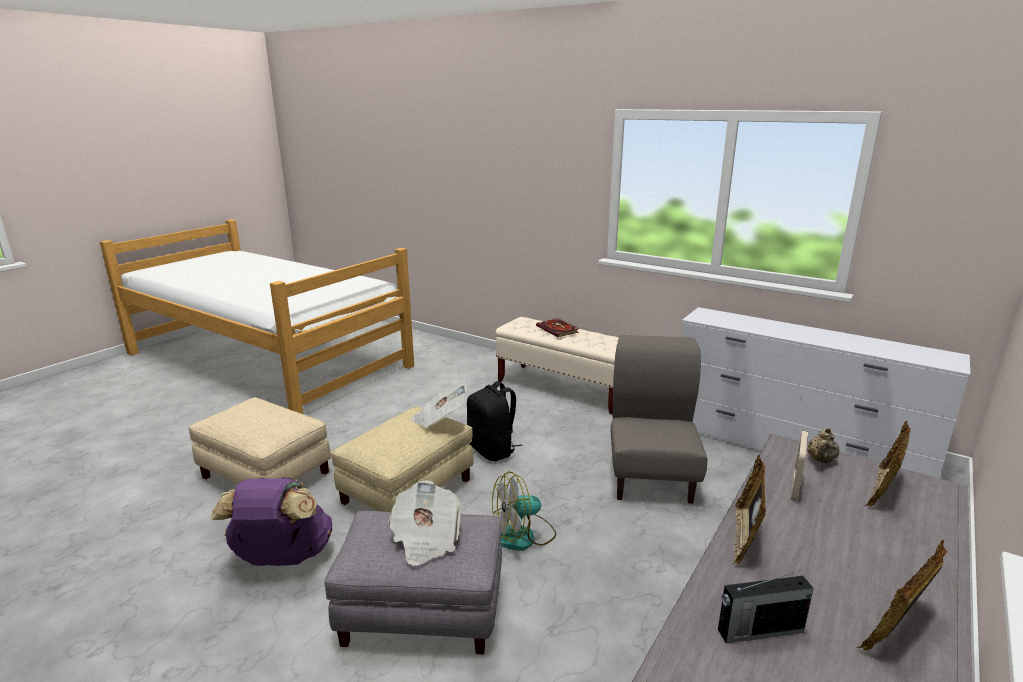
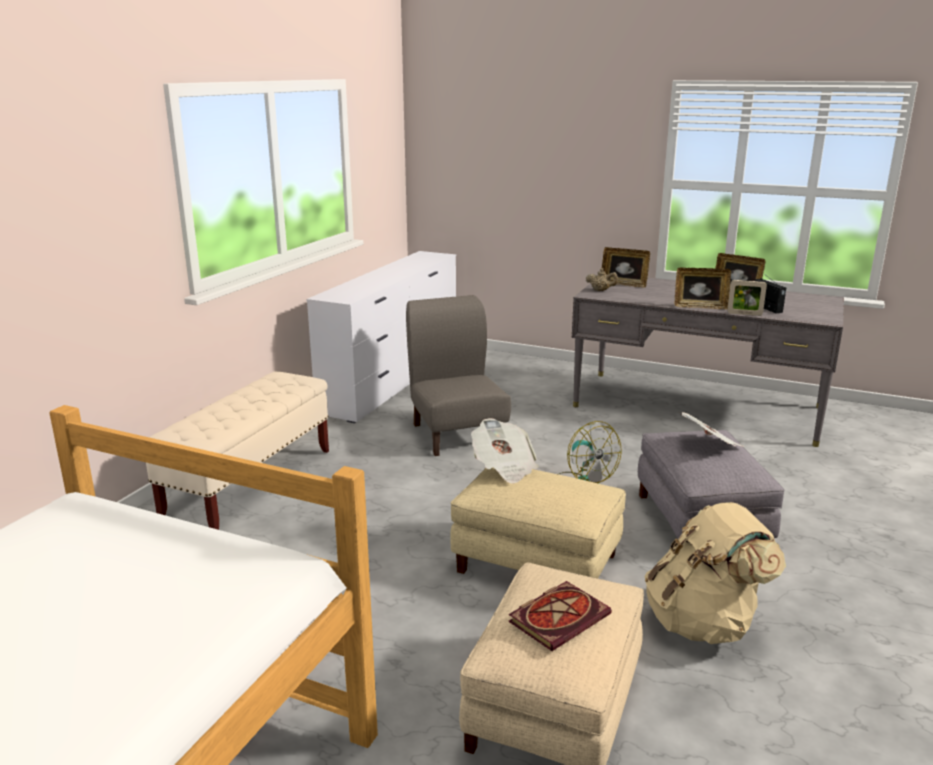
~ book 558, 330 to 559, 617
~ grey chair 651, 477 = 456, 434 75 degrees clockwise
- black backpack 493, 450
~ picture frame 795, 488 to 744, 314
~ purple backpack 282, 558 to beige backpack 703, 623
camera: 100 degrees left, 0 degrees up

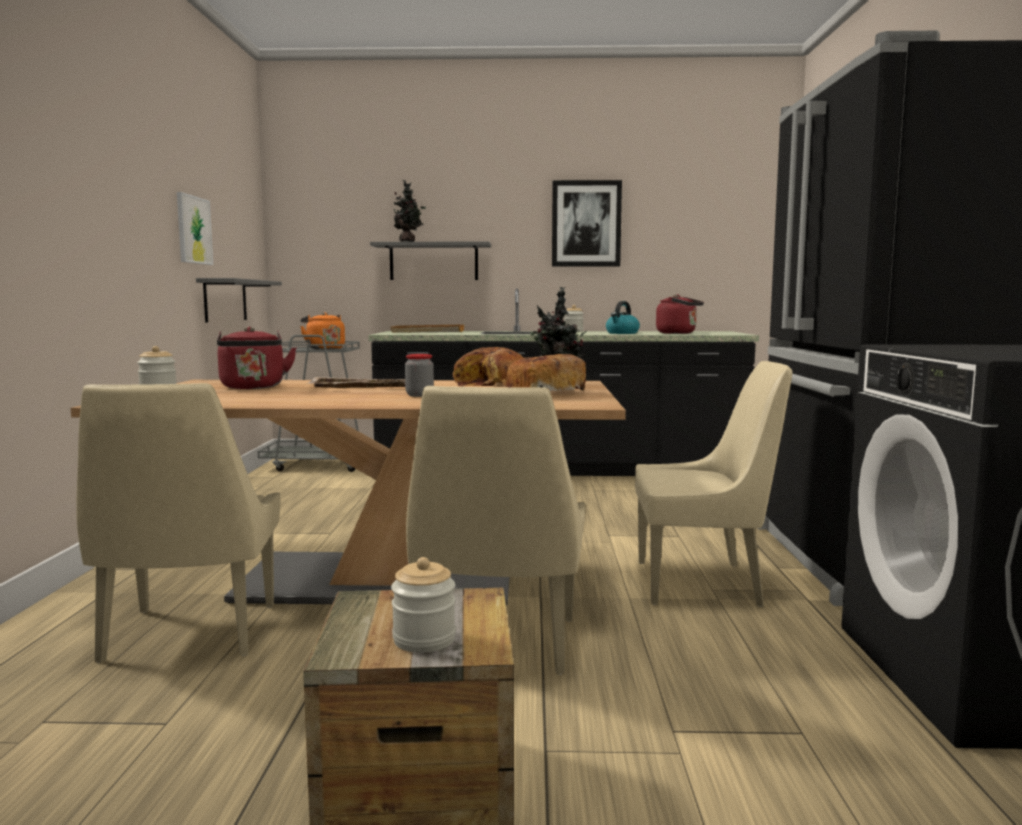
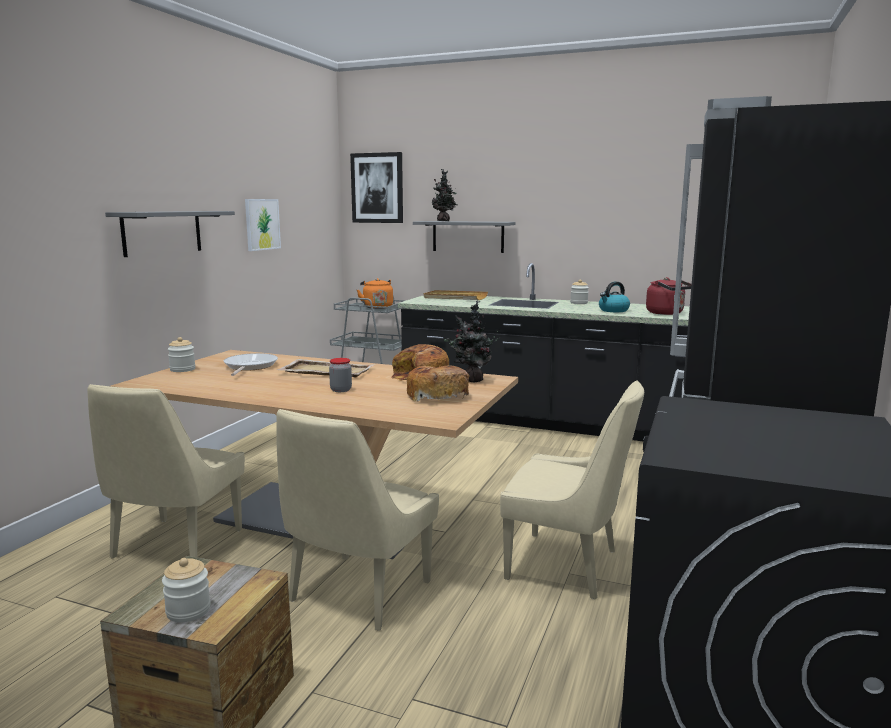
~ picture 586, 224 to 377, 188
~ grey shelf 225, 300 to 162, 232
~ red kettle 253, 387 to frying pan 249, 367
camera: 20 degrees right, 5 degrees up

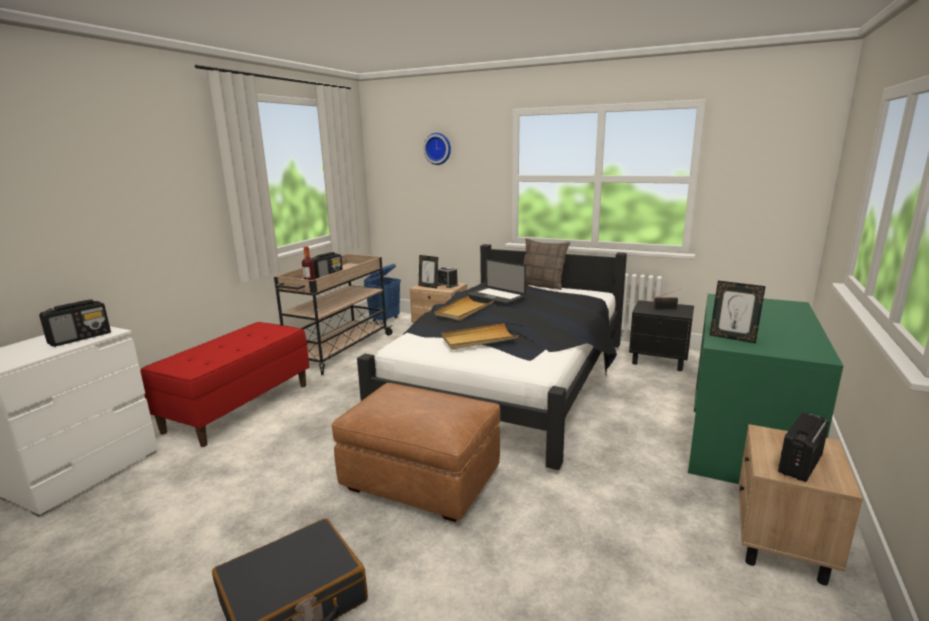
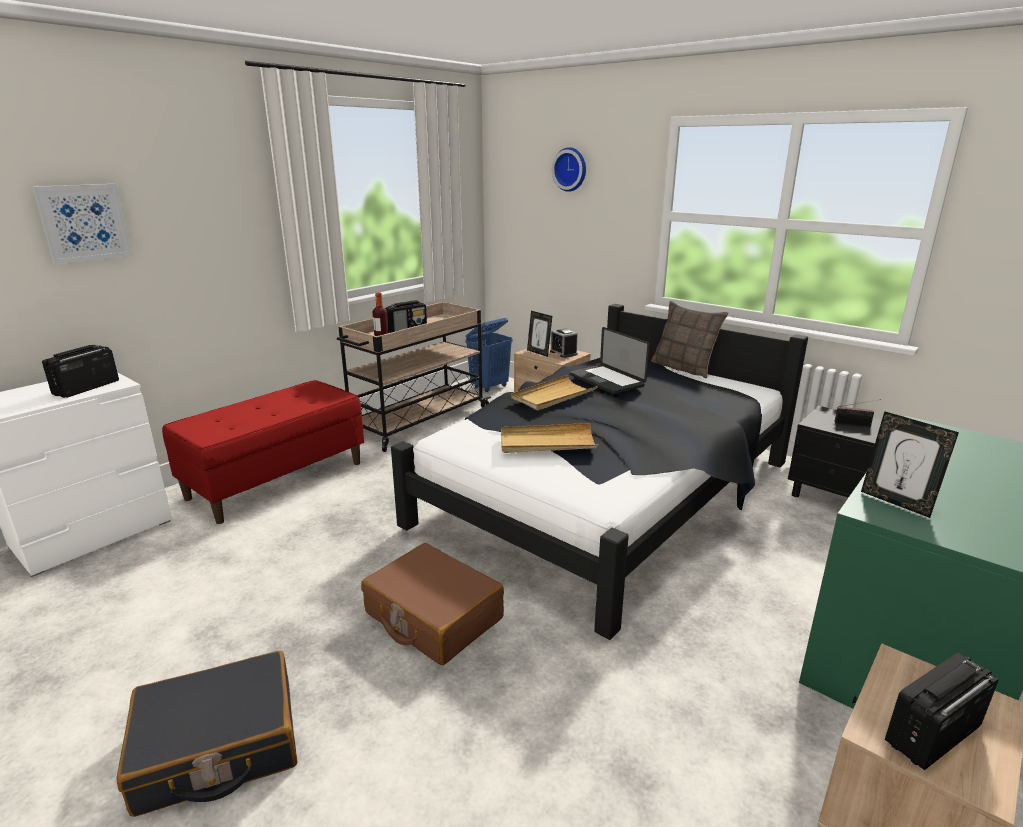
~ radio 80, 338 = 86, 388 150 degrees clockwise
~ brown ottoman 421, 480 to brown suitcase 433, 616
+ picture 84, 222
camera: 15 degrees right, 5 degrees up

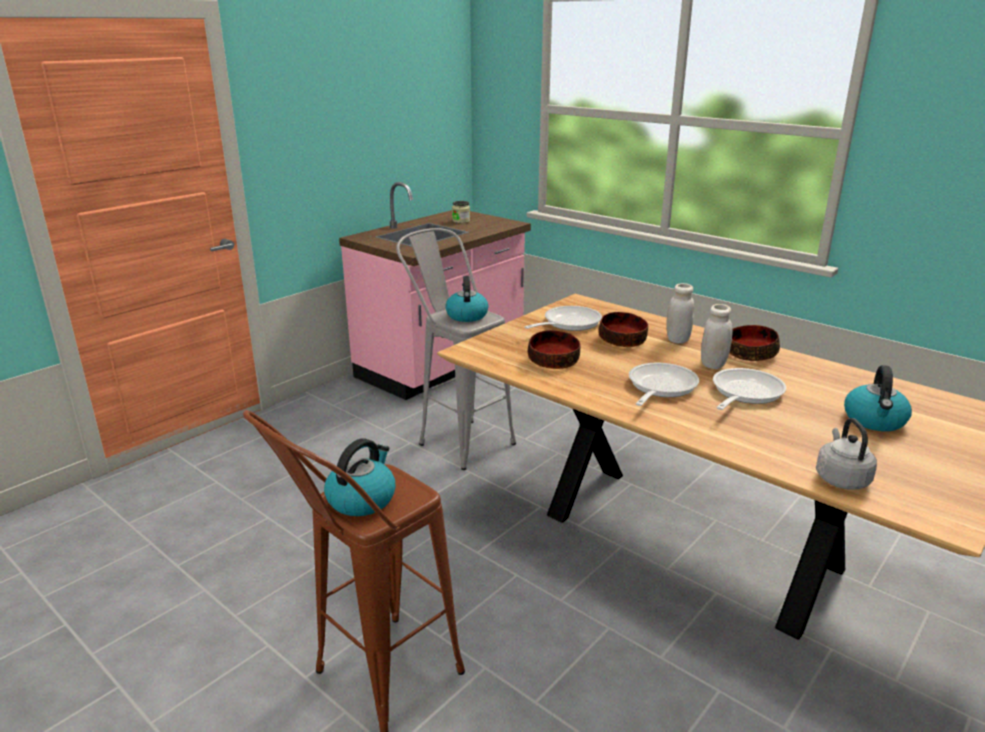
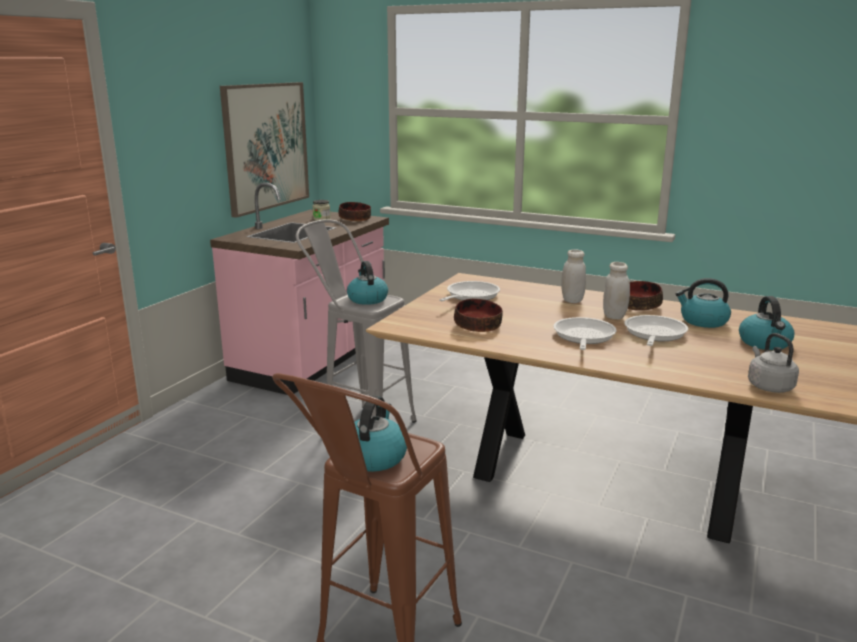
~ bowl 621, 340 to 354, 219
+ picture 266, 146
+ kettle 703, 321
camera: 15 degrees left, 5 degrees down

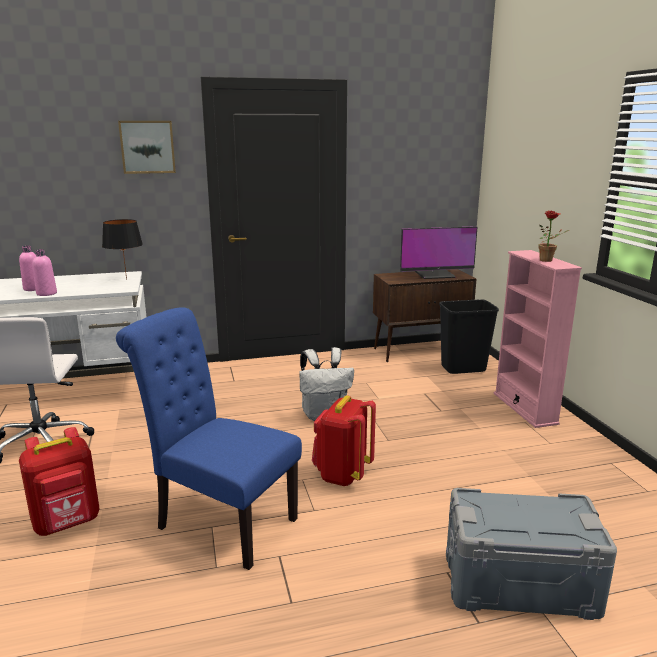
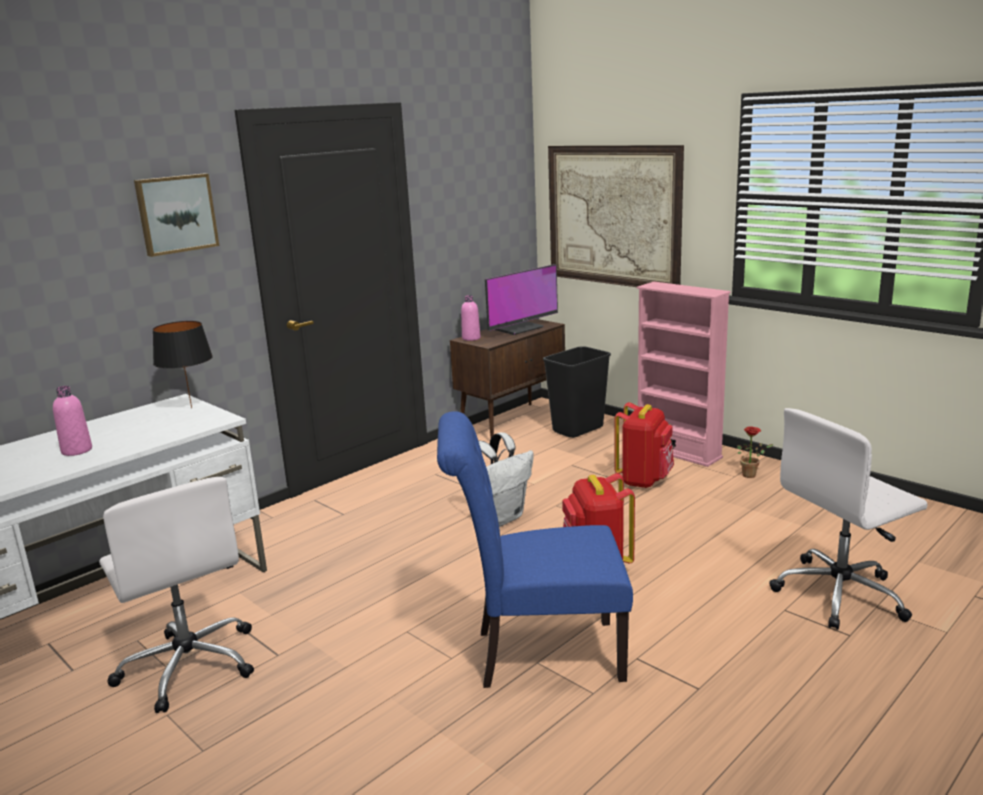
~ potted plant 548, 260 to 751, 475
~ pink bottle 46, 293 to 471, 338
~ red backpack 67, 523 to 644, 480
~ grey storage box 519, 582 to white office chair 841, 594
+ picture 612, 216
camera: 30 degrees left, 0 degrees up

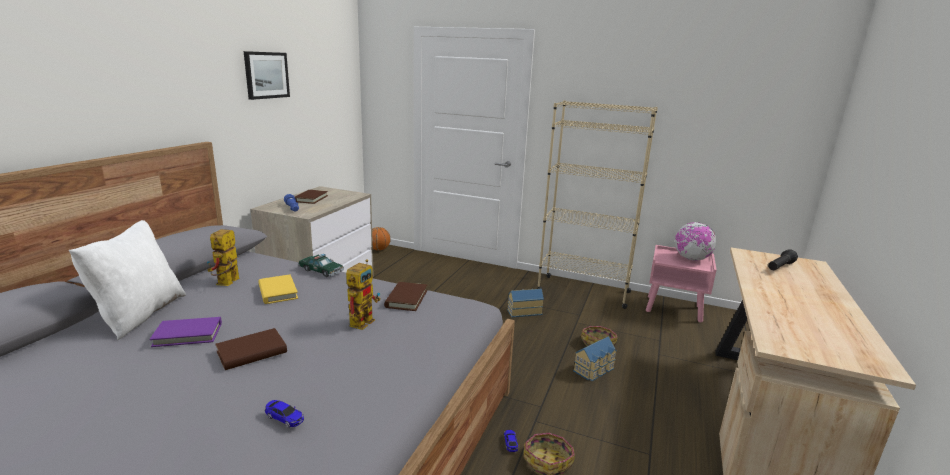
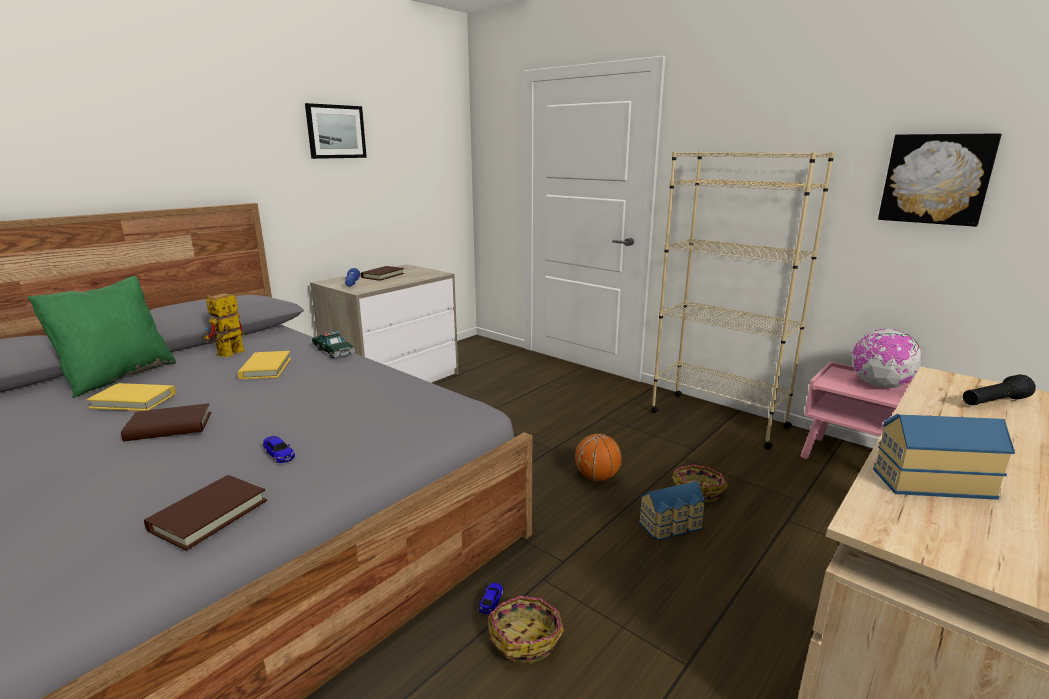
~ white pillow 139, 315 to green pillow 117, 376
~ basketball 379, 249 to 597, 477
- toy robot 363, 320
~ brown book 406, 299 to 209, 515
~ toy house 523, 311 to 928, 480
~ purple book 188, 334 to yellow book 134, 400
~ toy car 285, 418 to 279, 454
+ picture 936, 179
camera: 20 degrees right, 0 degrees up

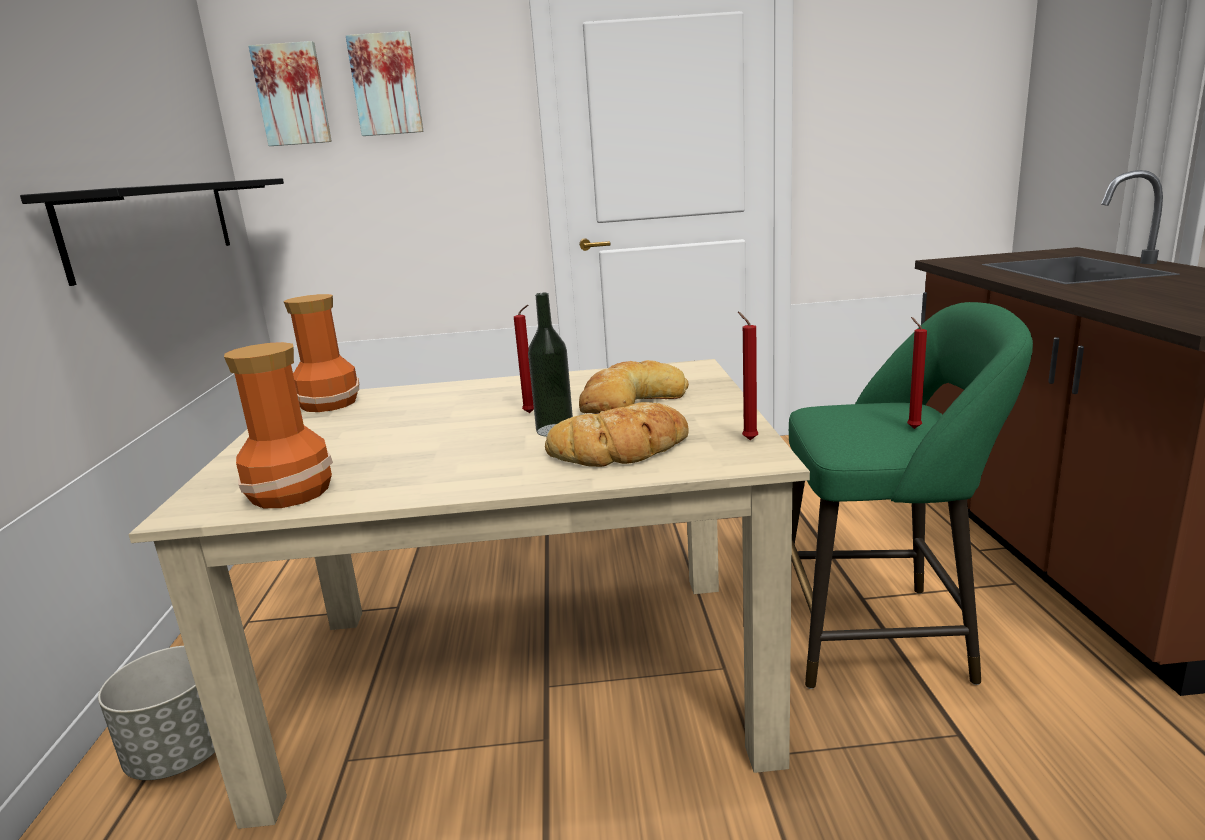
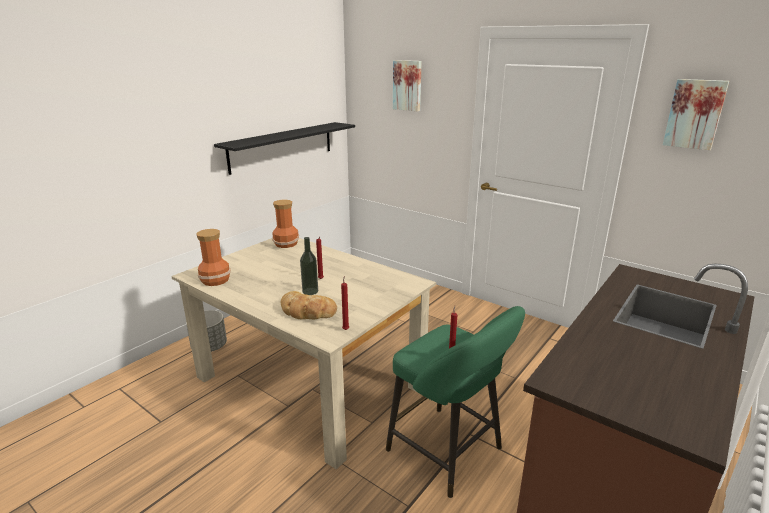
~ picture 292, 95 to 694, 114
- bread 629, 401
camera: 40 degrees right, 5 degrees up

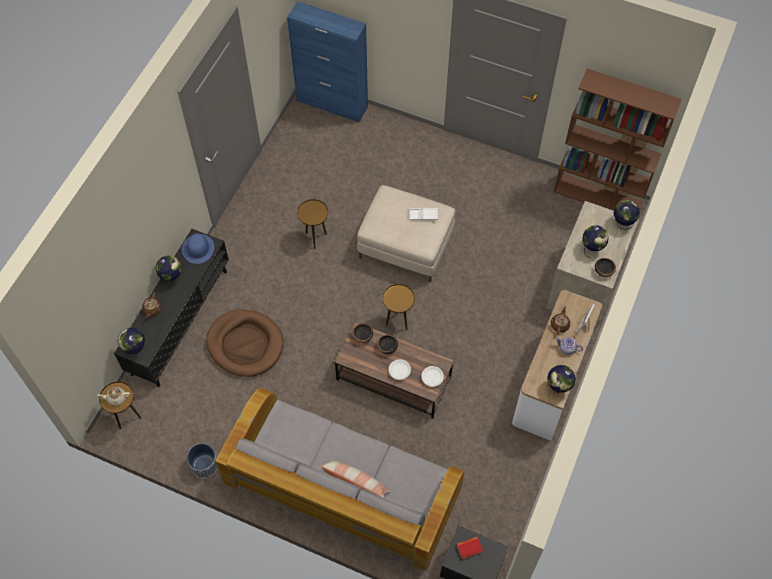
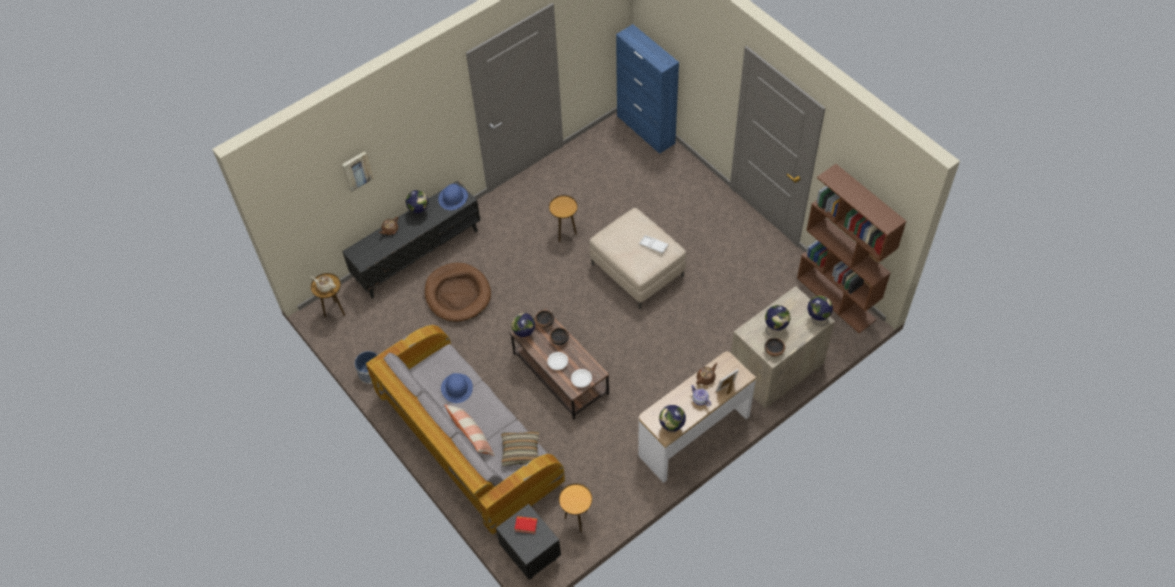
~ brown side table 398, 321 to 577, 520
~ globe 135, 350 to 524, 335
+ picture 356, 170
+ blue hat 456, 388
+ pillow 520, 451
camera: 30 degrees right, 5 degrees down

